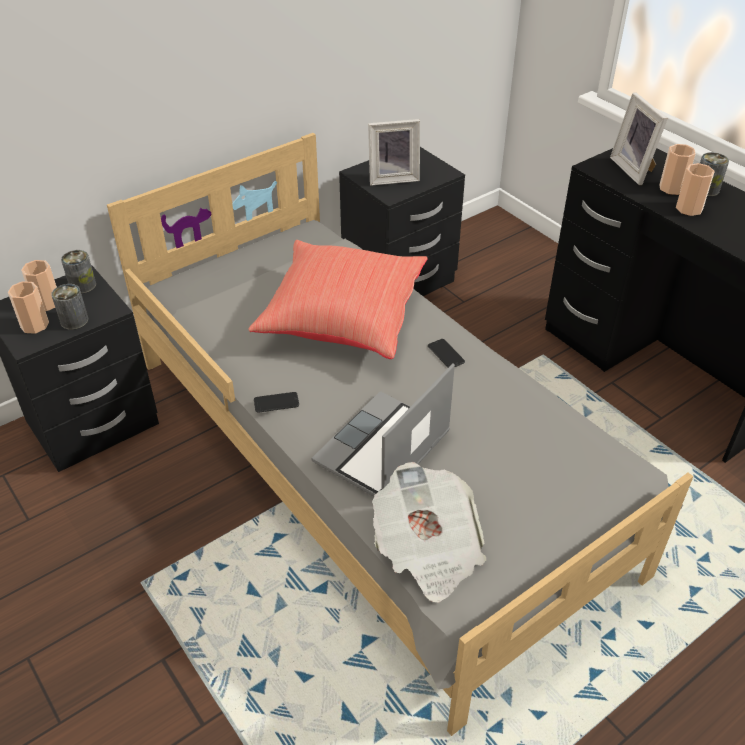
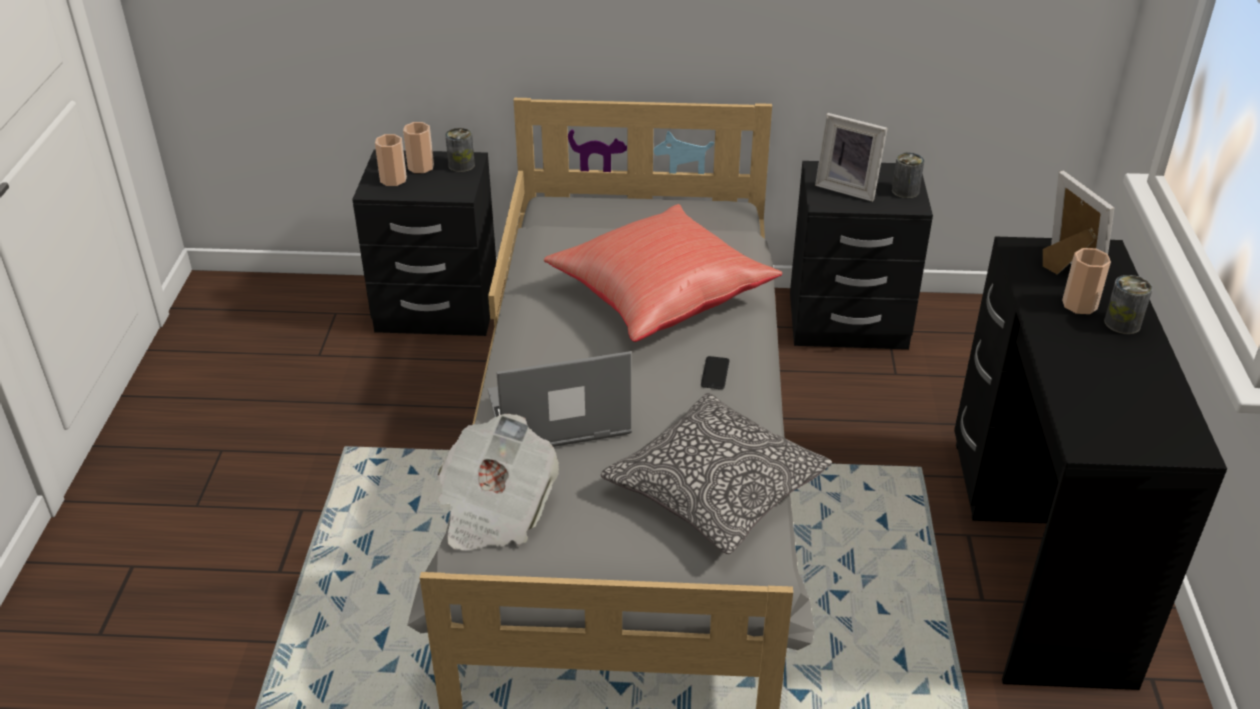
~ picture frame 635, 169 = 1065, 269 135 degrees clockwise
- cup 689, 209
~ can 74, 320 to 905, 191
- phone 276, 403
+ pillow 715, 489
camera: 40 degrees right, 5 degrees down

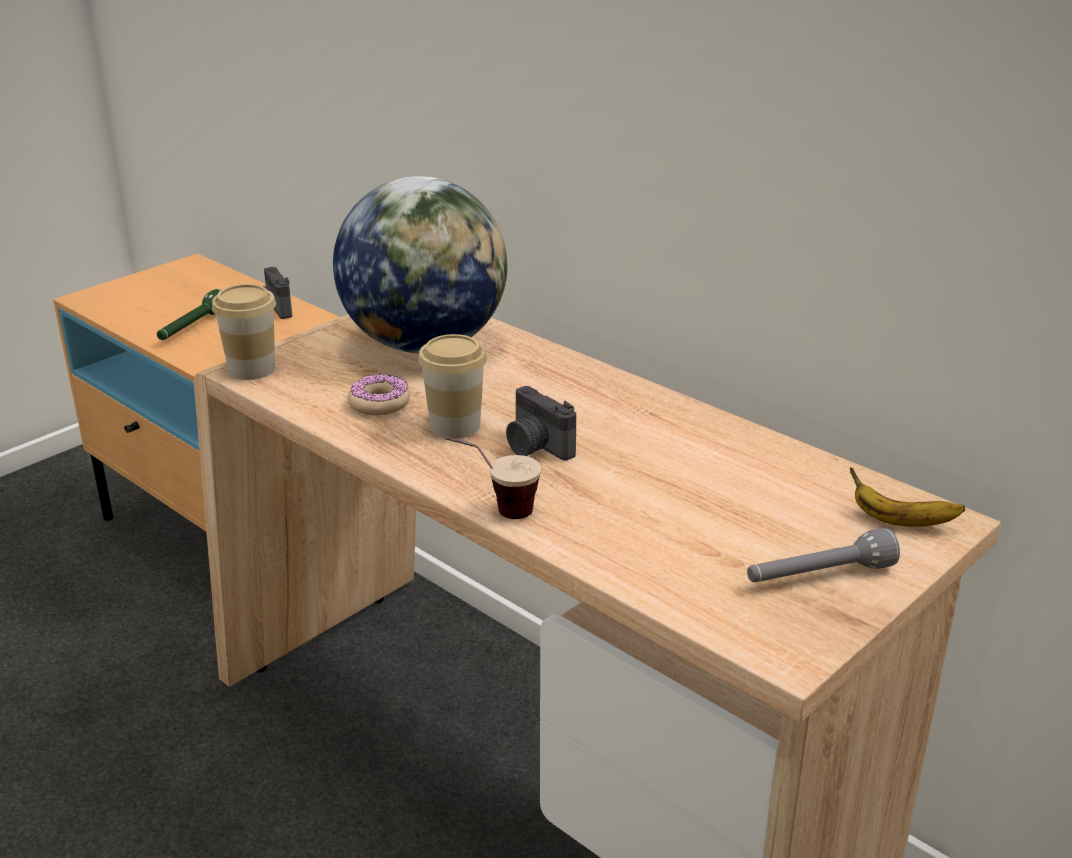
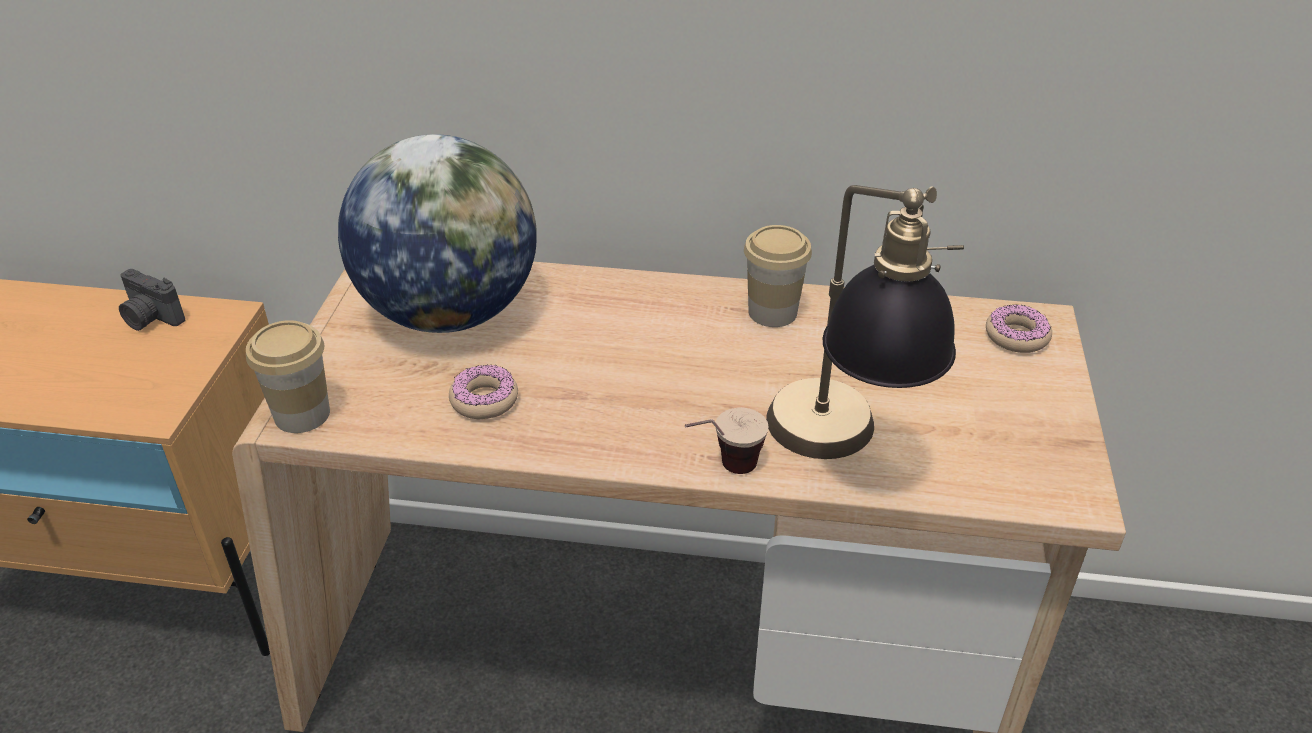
- green flashlight 192, 328
~ cup 455, 426 to 772, 312
- photo camera 536, 447
~ banana 900, 522 to donut 1016, 336
- grey flashlight 818, 576
+ table lamp 842, 453
camera: 35 degrees left, 10 degrees up

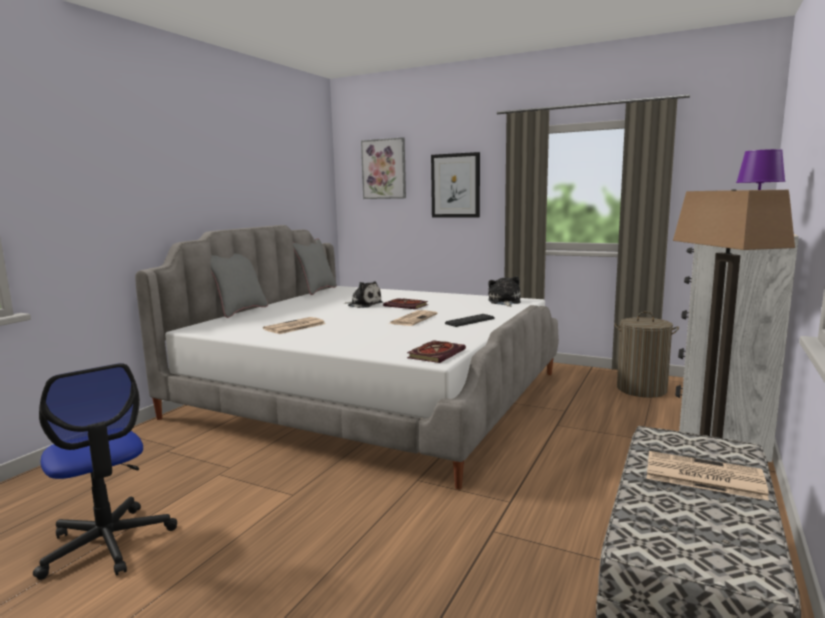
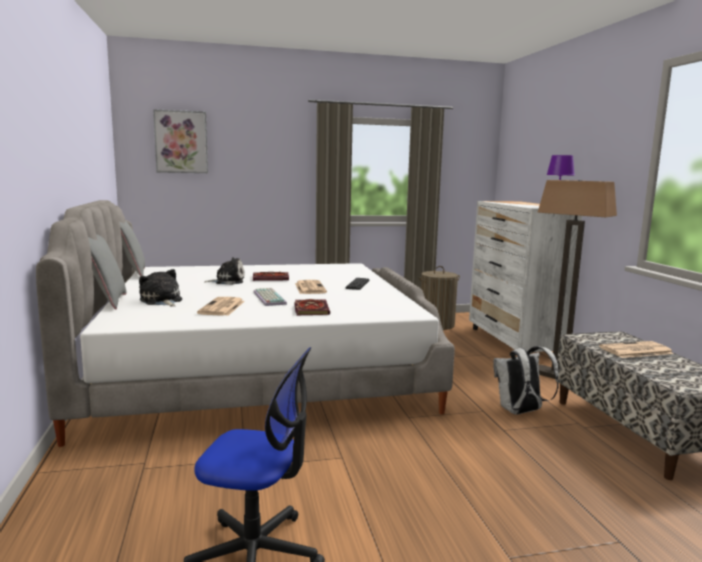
- picture 455, 185
~ plush toy 504, 302 to 161, 301
~ book 436, 353 to 310, 309
+ keyboard 268, 298
+ white backpack 520, 412
camera: 40 degrees left, 0 degrees up

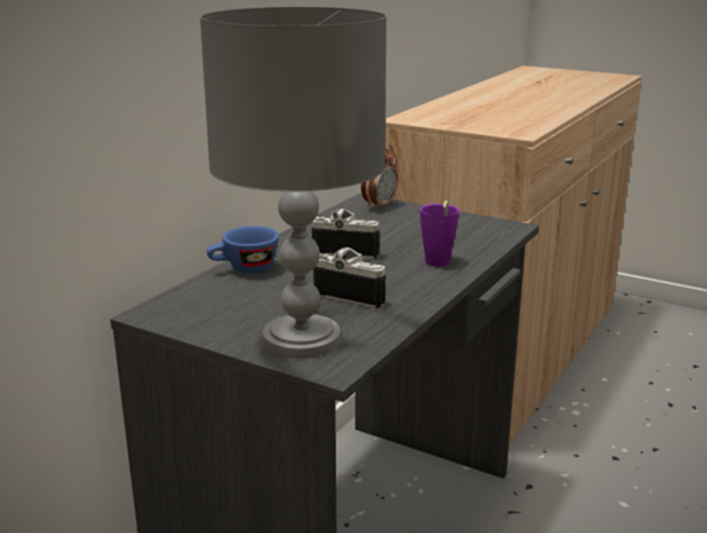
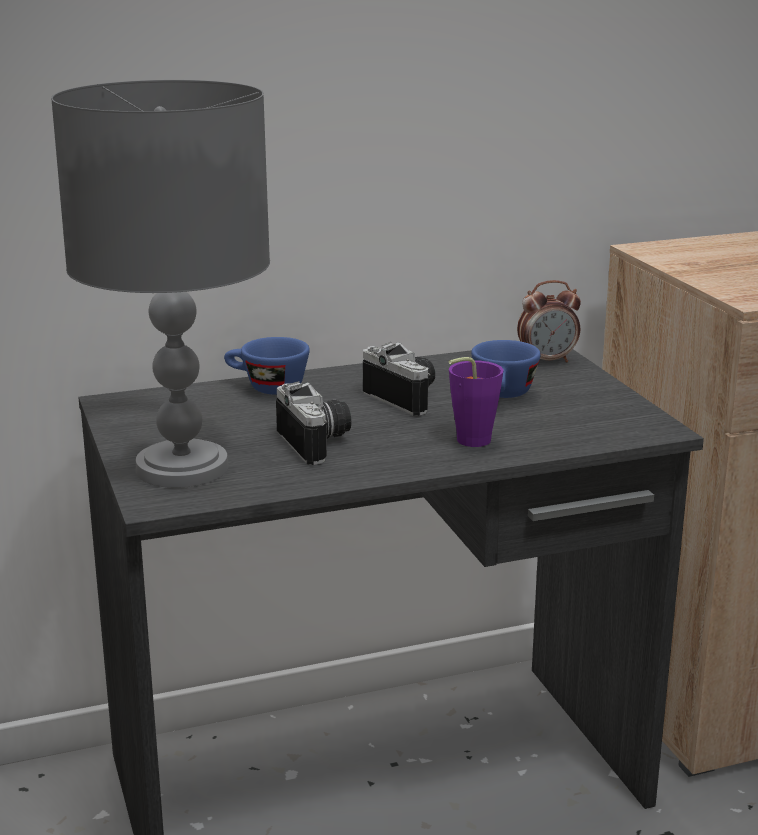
+ blue cup 504, 395
camera: 40 degrees right, 0 degrees up

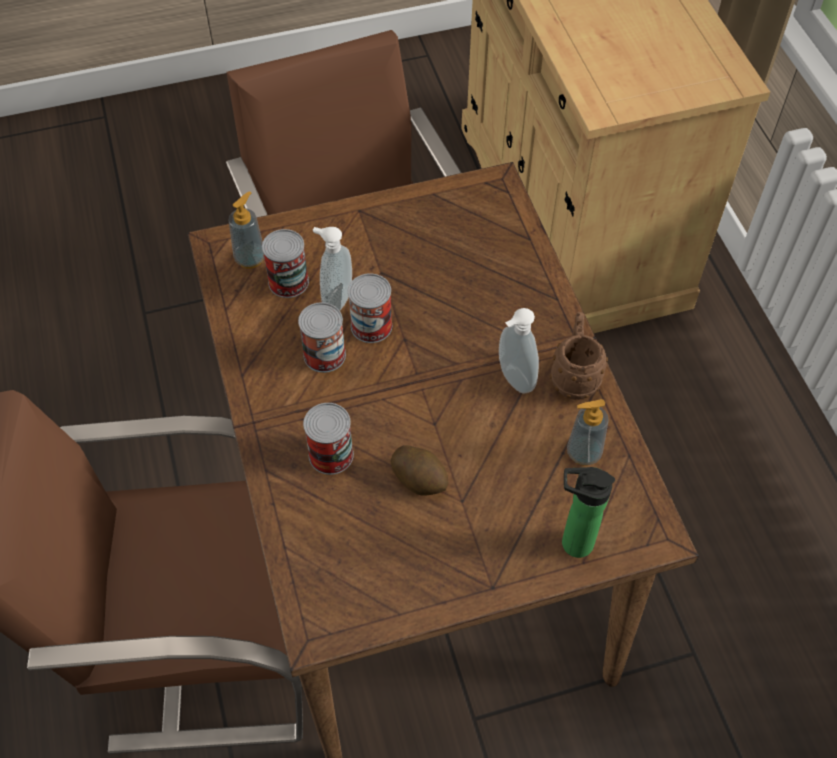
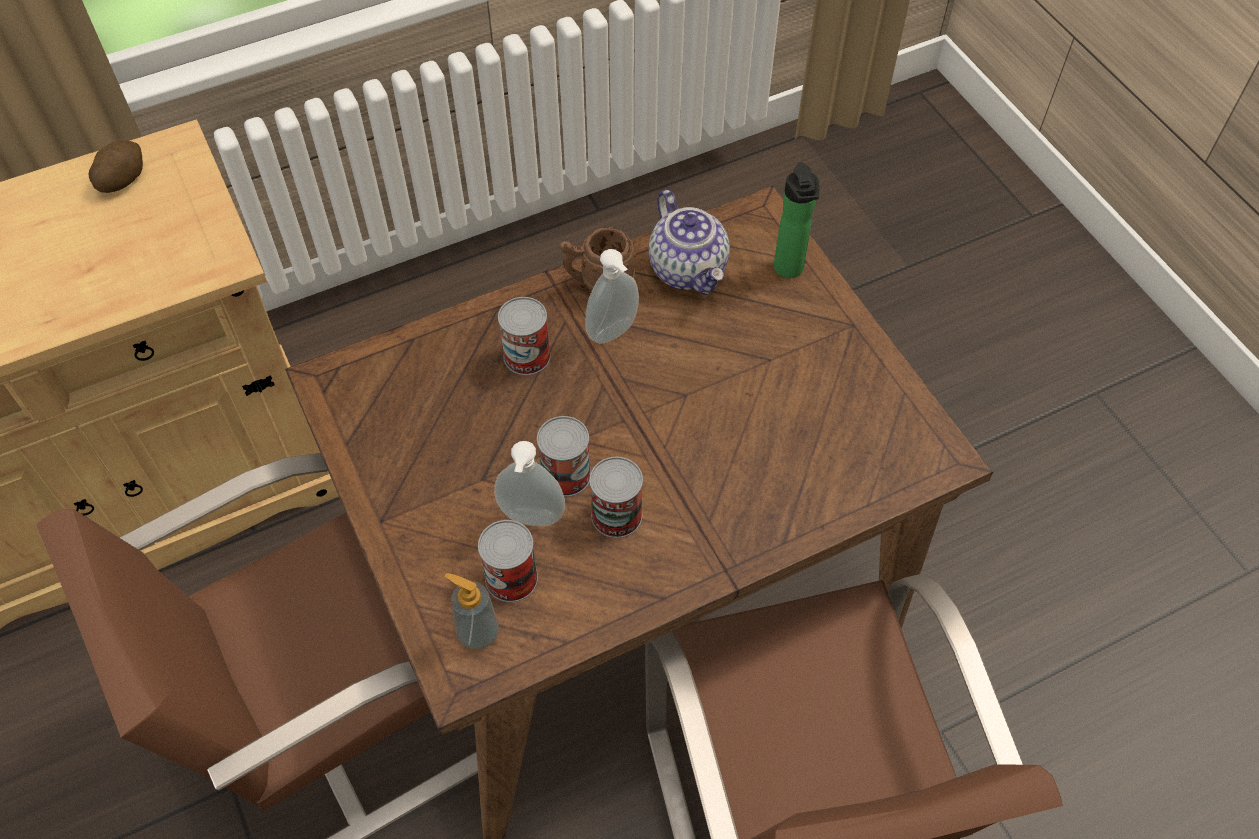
~ soap dispenser 583, 453 to teapot 689, 270
~ can 331, 454 to 527, 356
~ potato 420, 479 to 122, 178
camera: 100 degrees left, 0 degrees up

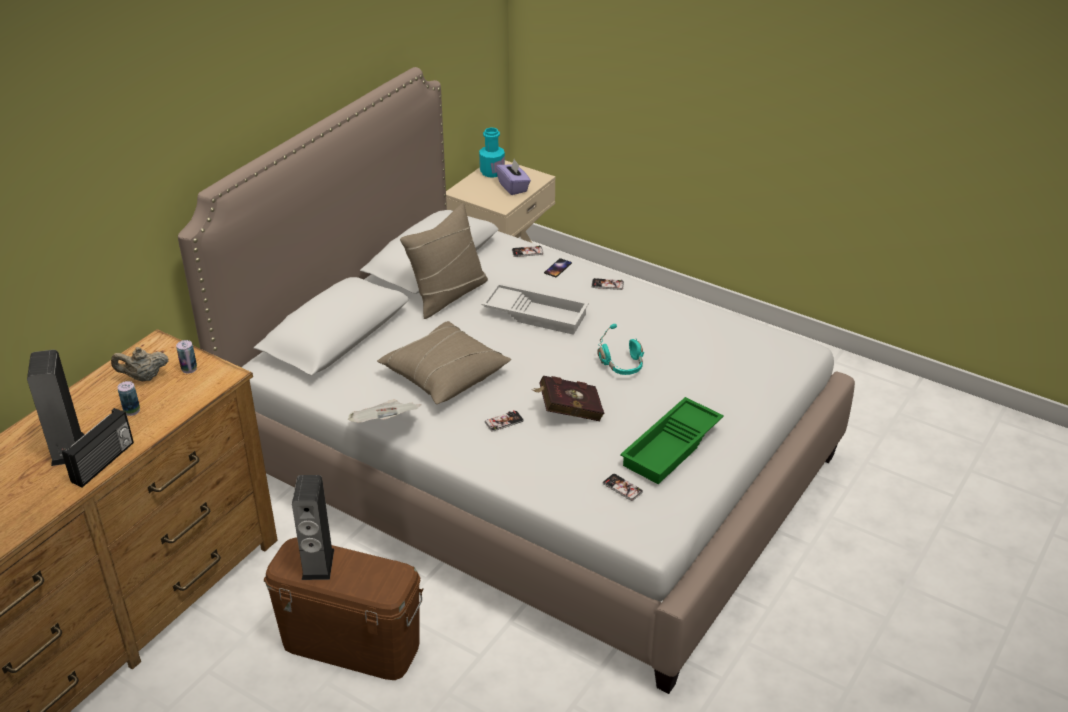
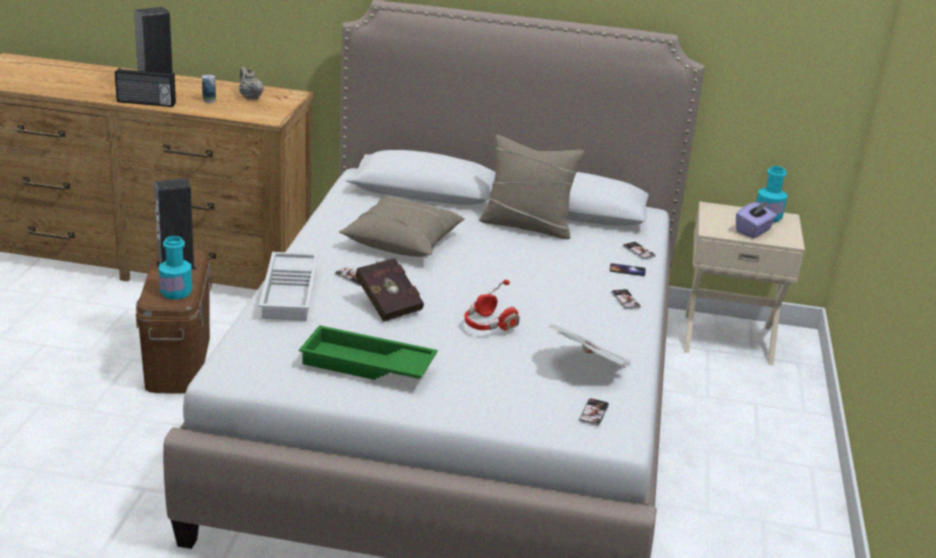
~ white tray 536, 313 to 291, 293
~ turquoise headphones 623, 365 to red headphones 488, 325
- can 189, 369
~ newspaper 385, 426 to 590, 366
~ phone 622, 487 to 594, 413
+ turquoise bottle 176, 292
camera: 65 degrees right, 10 degrees down

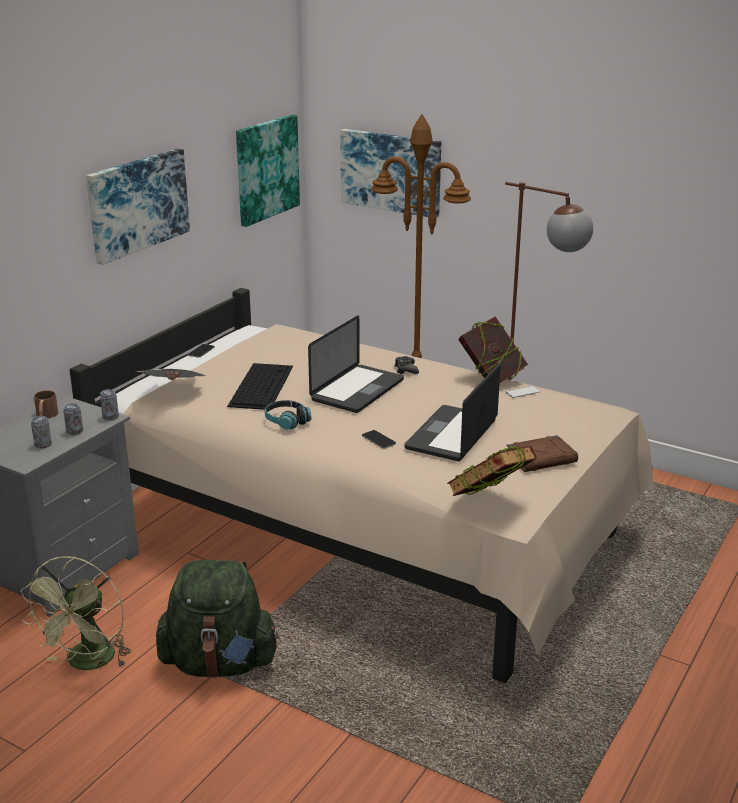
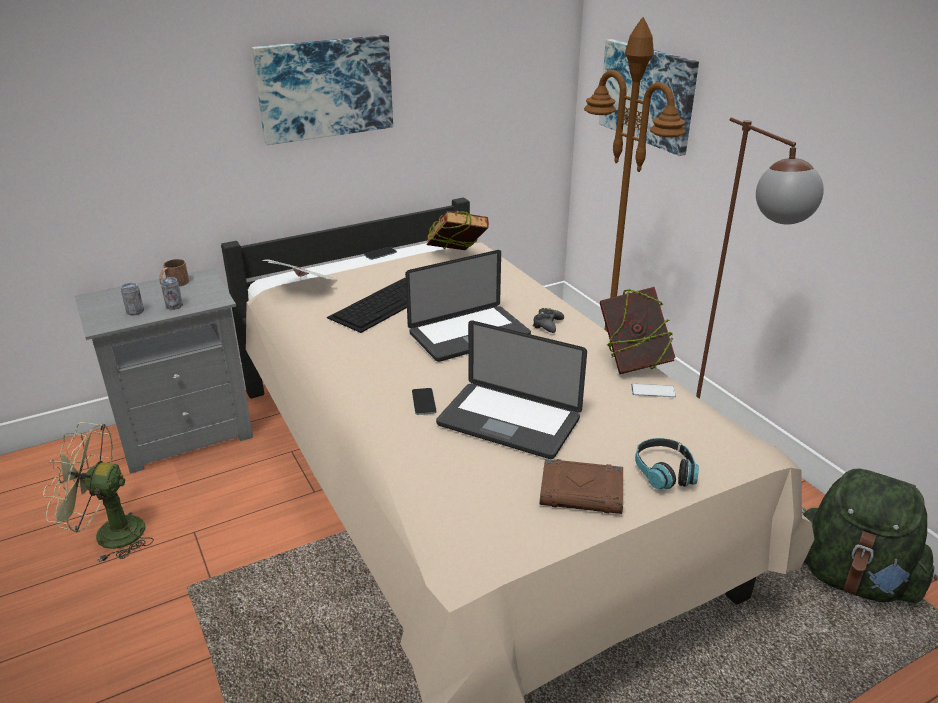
- picture 266, 169
~ laptop 452, 435 = 508, 422 120 degrees counterclockwise
- can 110, 417
~ headphones 287, 421 to 664, 472
~ book 490, 502 to 456, 258
~ green fan 87, 663 = 109, 534 45 degrees clockwise
~ green backpack 219, 663 to 852, 578
camera: 30 degrees right, 5 degrees up

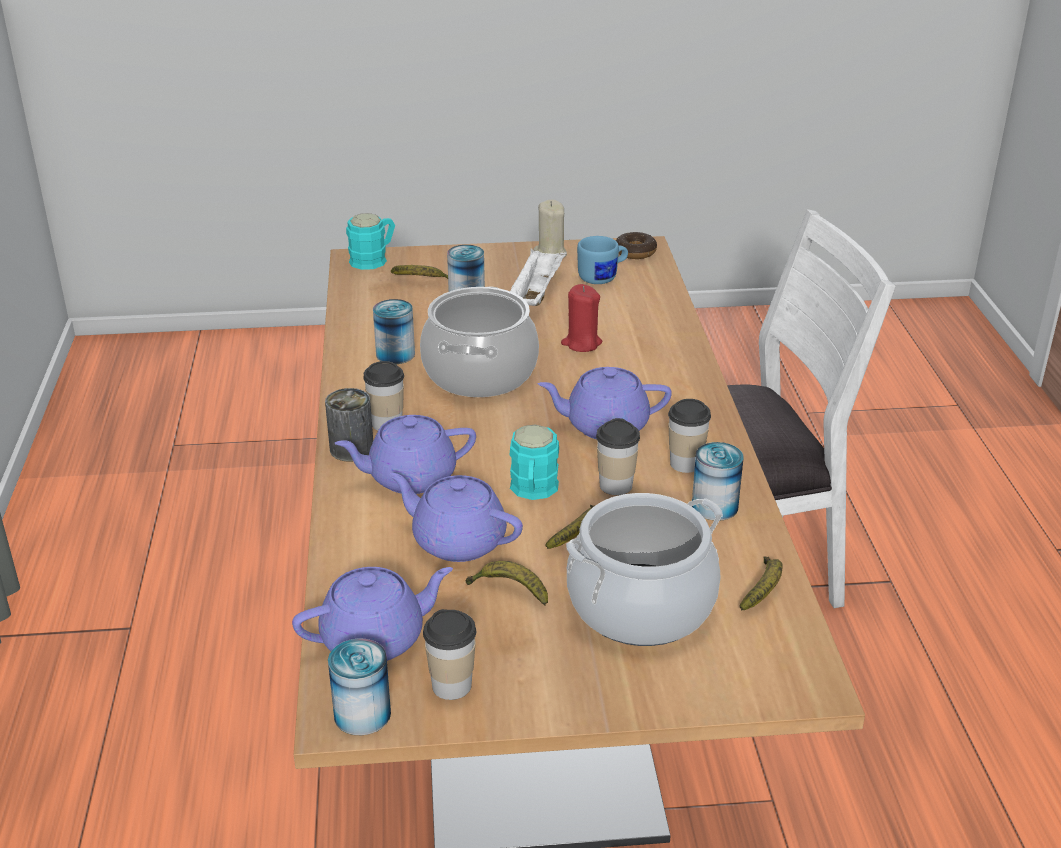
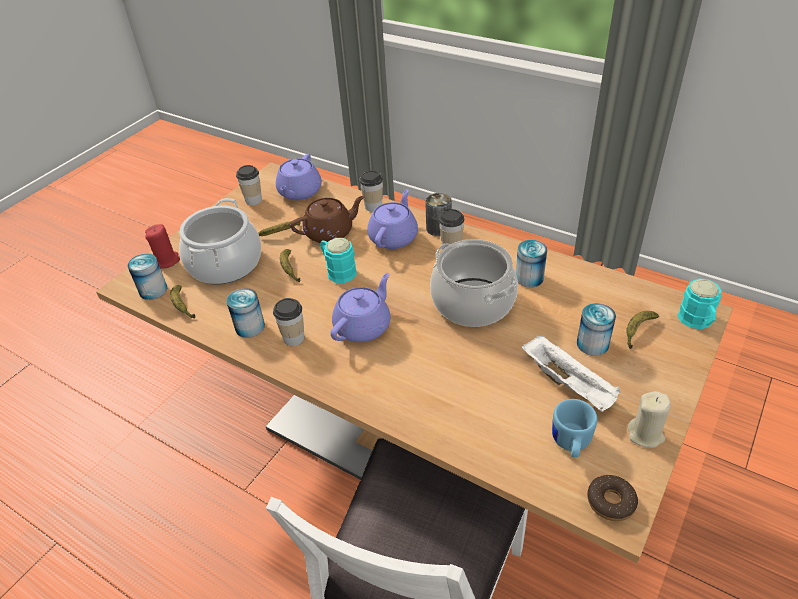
~ red candle 581, 343 to 167, 261
~ cup 615, 486 to 373, 206
~ purple teapot 457, 540 to brown teapot 330, 232
~ can 362, 714 to 153, 290
camera: 130 degrees right, 10 degrees up

